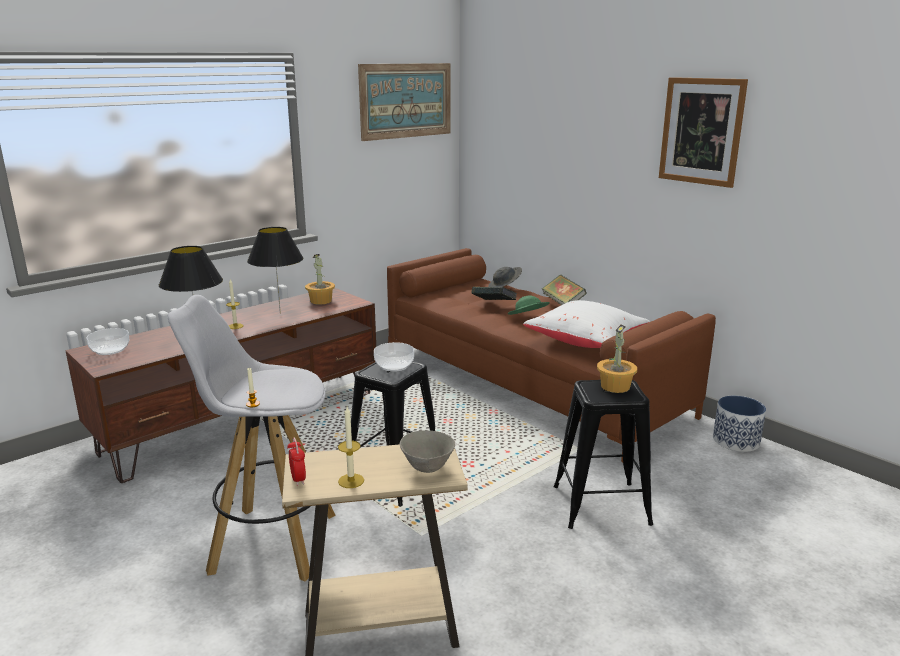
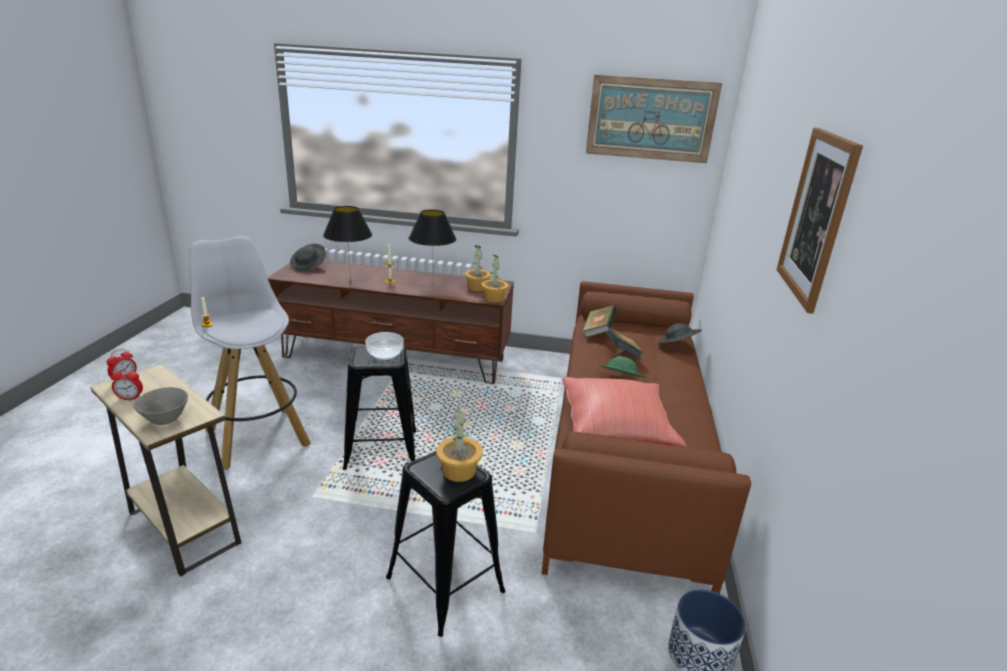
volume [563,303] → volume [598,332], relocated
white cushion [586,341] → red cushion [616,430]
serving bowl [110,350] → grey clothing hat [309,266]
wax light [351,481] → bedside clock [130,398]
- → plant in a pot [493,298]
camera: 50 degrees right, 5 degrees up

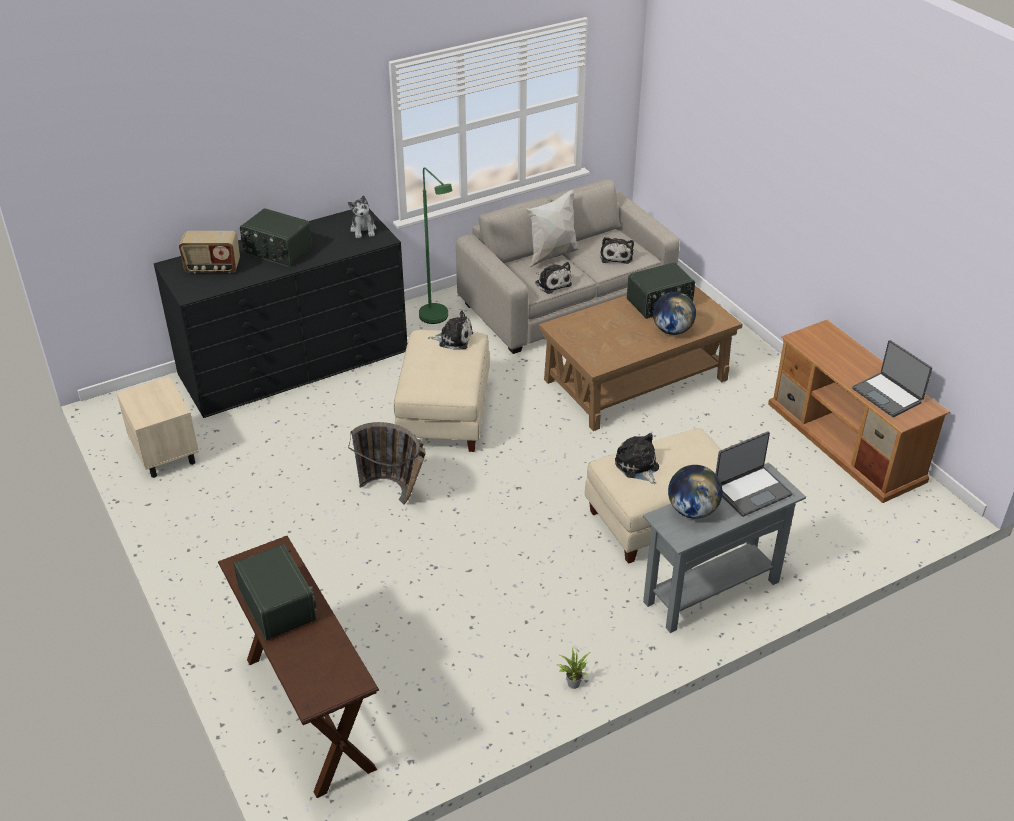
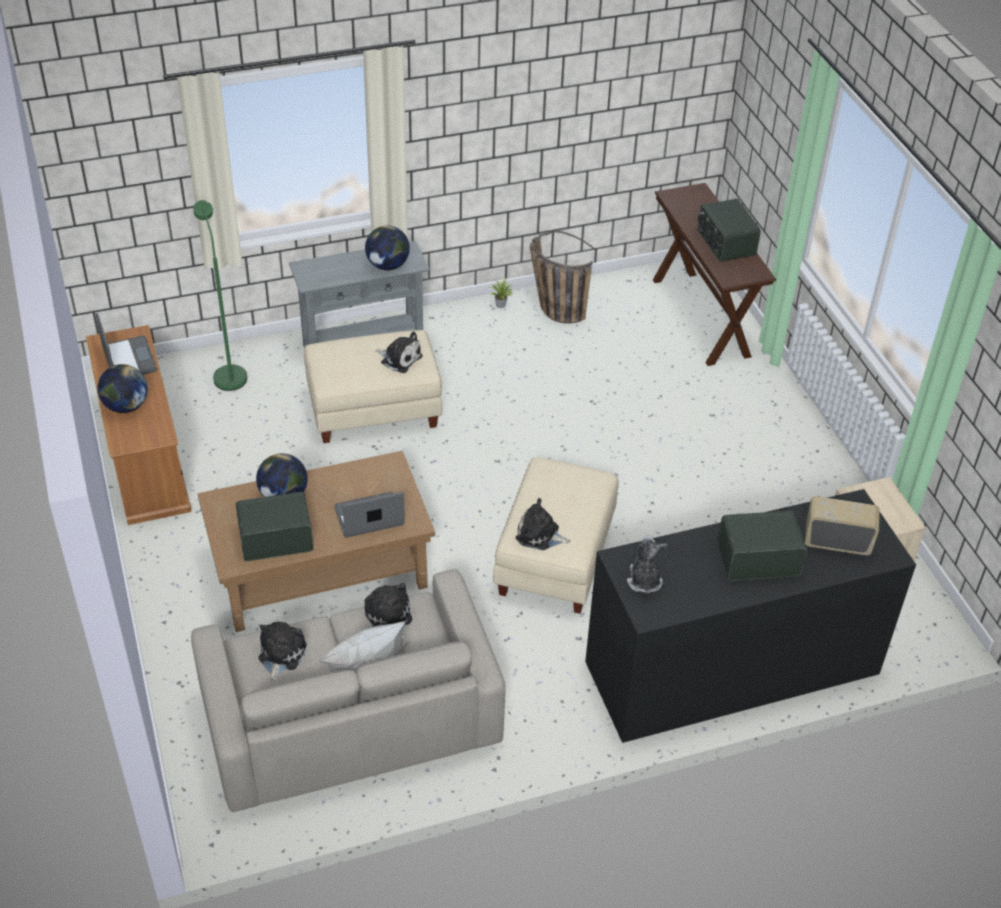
green-coloured standing lamp [437,319] → green-coloured standing lamp [228,373], relocated
radio [277,251] → radio [758,558], 45 degrees counterclockwise
storage basket [396,494] → storage basket [553,308], relocated
laptop [751,491] → laptop [369,518], relocated
cuddly toy [637,467] → cuddly toy [399,358], 45 degrees counterclockwise
- → world globe [126,406]
camera: 170 degrees left, 5 degrees up

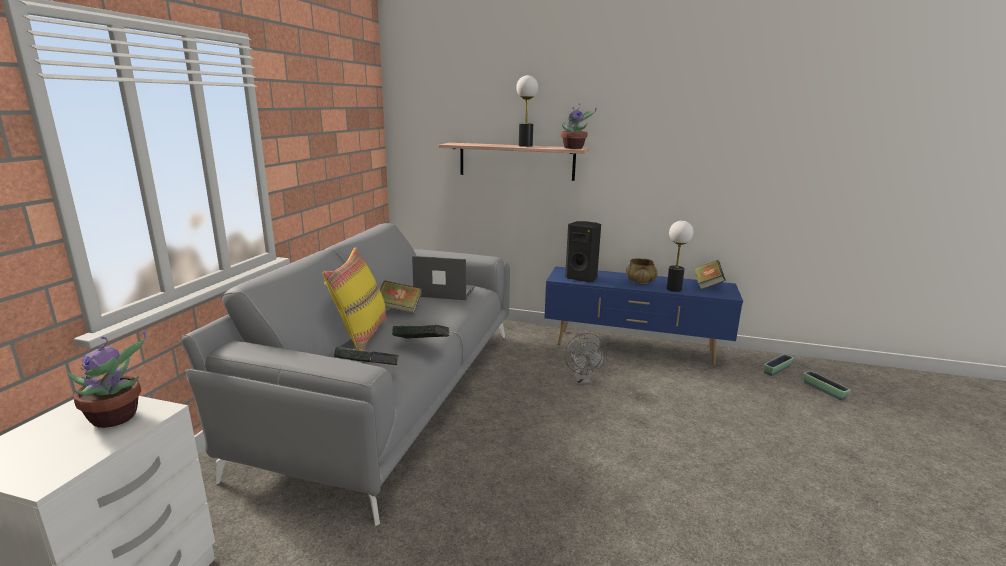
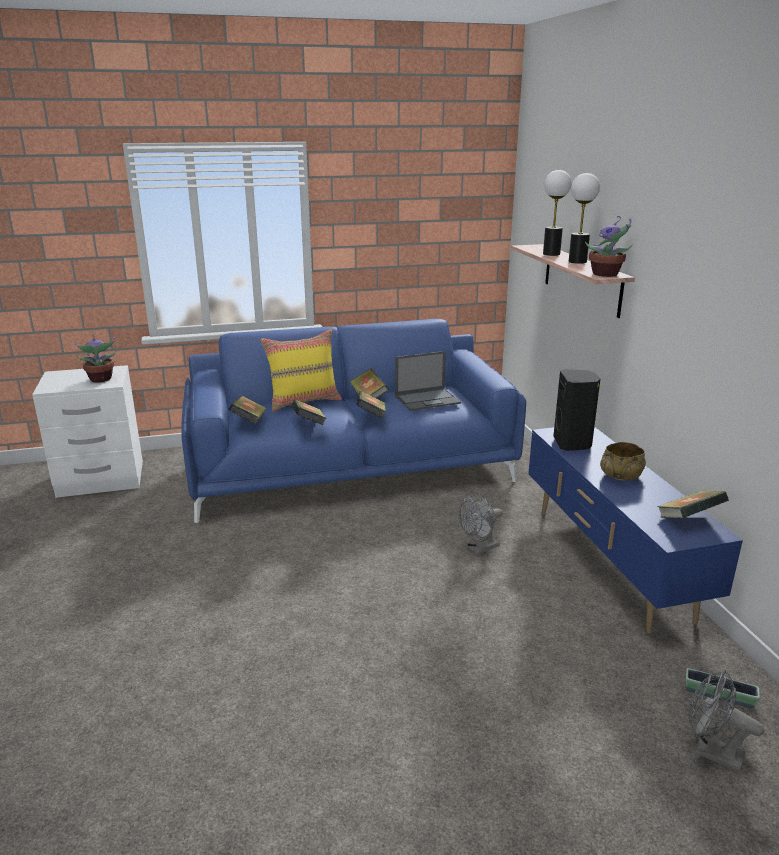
table lamp [674,289] → table lamp [551,254], relocated
grey couch [391,391] → blue-coloured couch [351,468]
laptop [444,291] → laptop [428,399], 90 degrees clockwise
flower pot [824,390] → grey electric fan [710,752]
- → volume [371,416]
camera: 60 degrees right, 5 degrees up

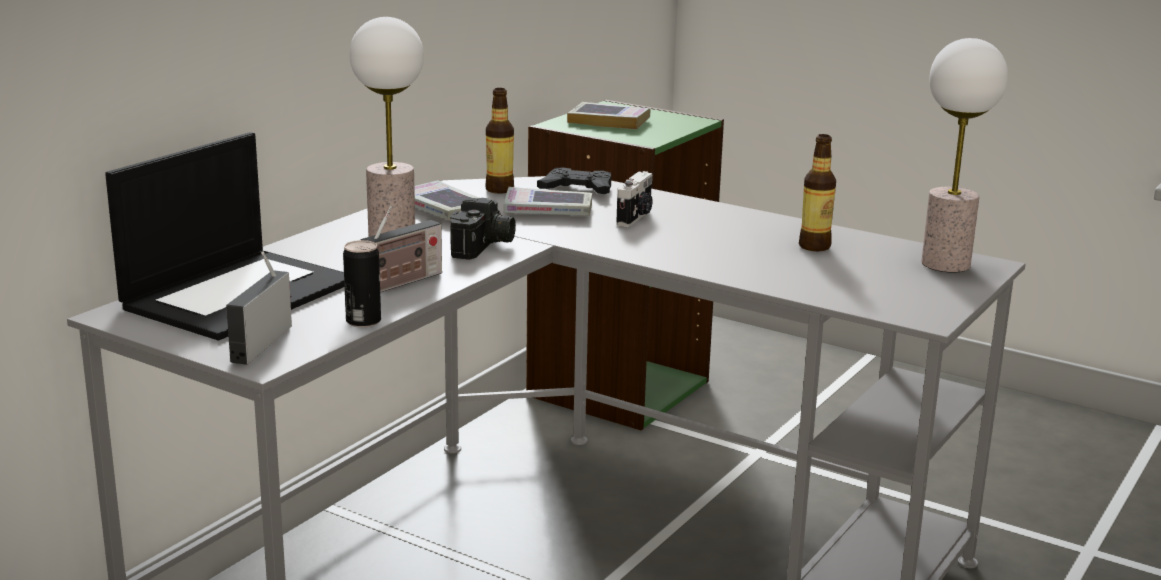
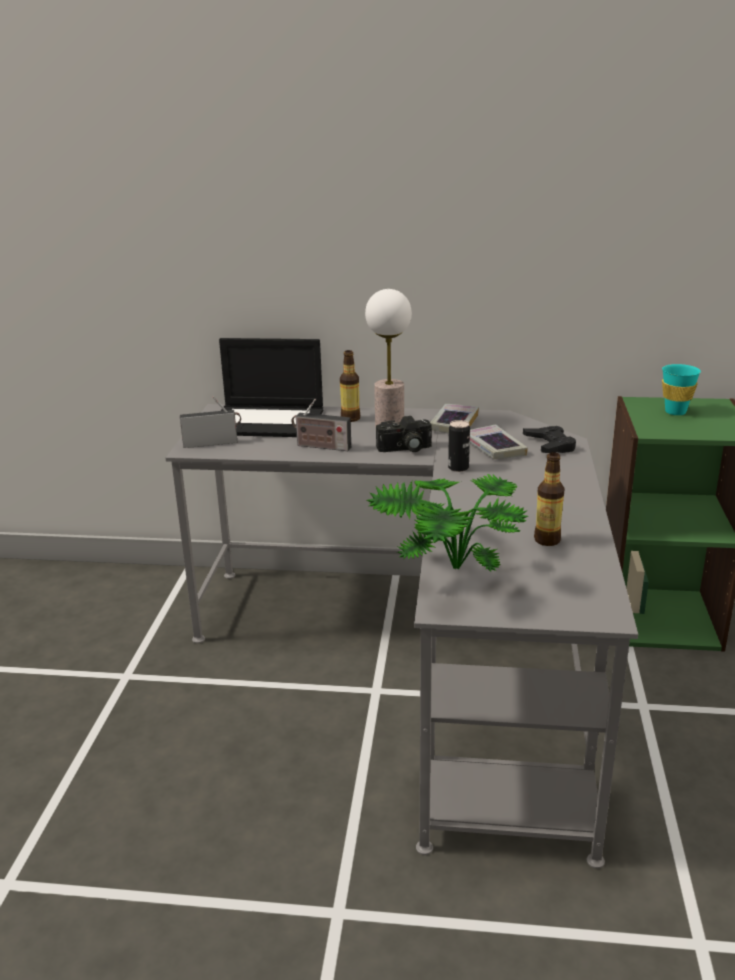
table lamp [946,264] → -
bottle [499,189] → bottle [350,418], relocated
volume [609,121] → turquoise-coloured drinking cup [675,412]
photo camera [636,217] → -
sealed can [363,321] → sealed can [458,468], relocated
- → plant in a pot [445,570]
camera: 65 degrees right, 5 degrees up

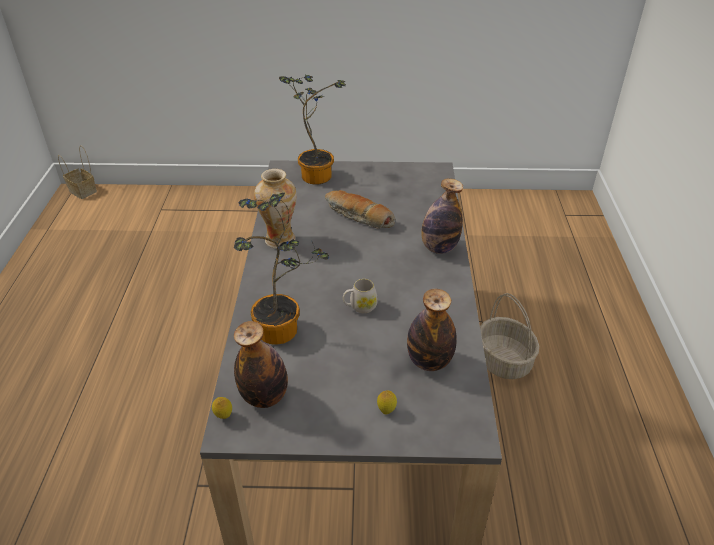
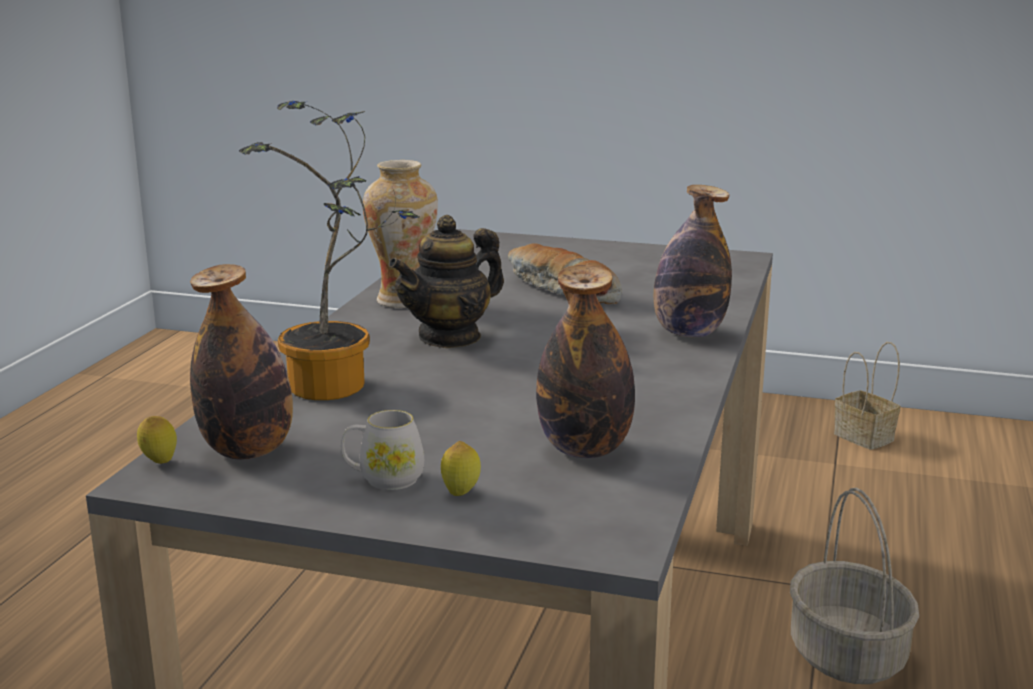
plant in a pot [315,174] → -
storage basket [84,191] → storage basket [866,437], relocated
white tea mug [360,307] → white tea mug [383,479], relocated
- → pot for tea [450,337]
camera: 15 degrees right, 20 degrees down

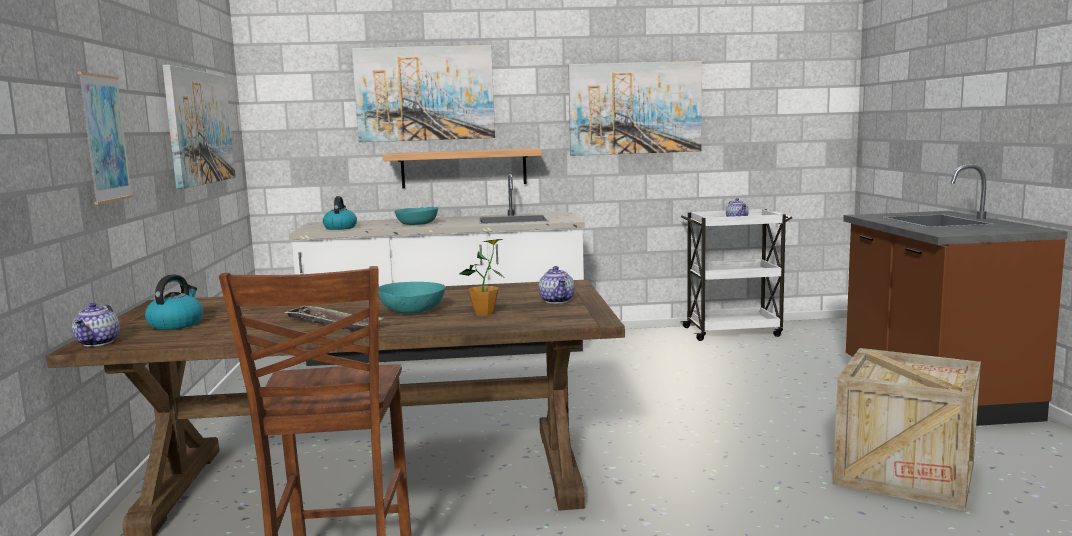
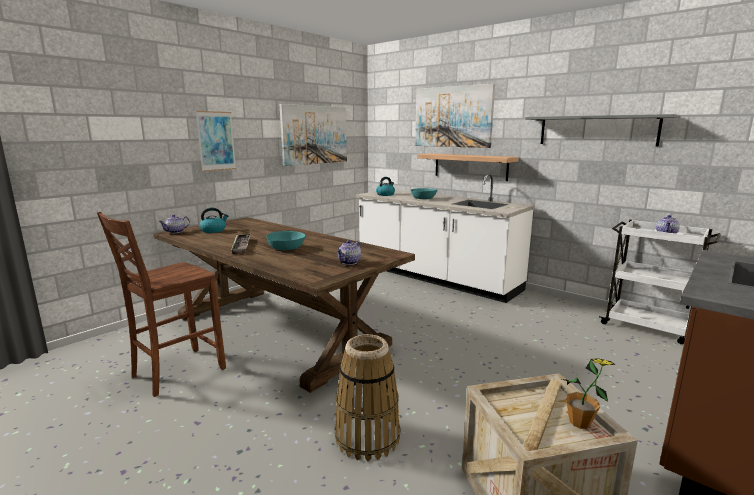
wall art [635,108] → grey shelf [596,130]
plant in a pot [484,313] → plant in a pot [579,423], relocated
- → storage basket [368,437]
camera: 45 degrees right, 5 degrees up

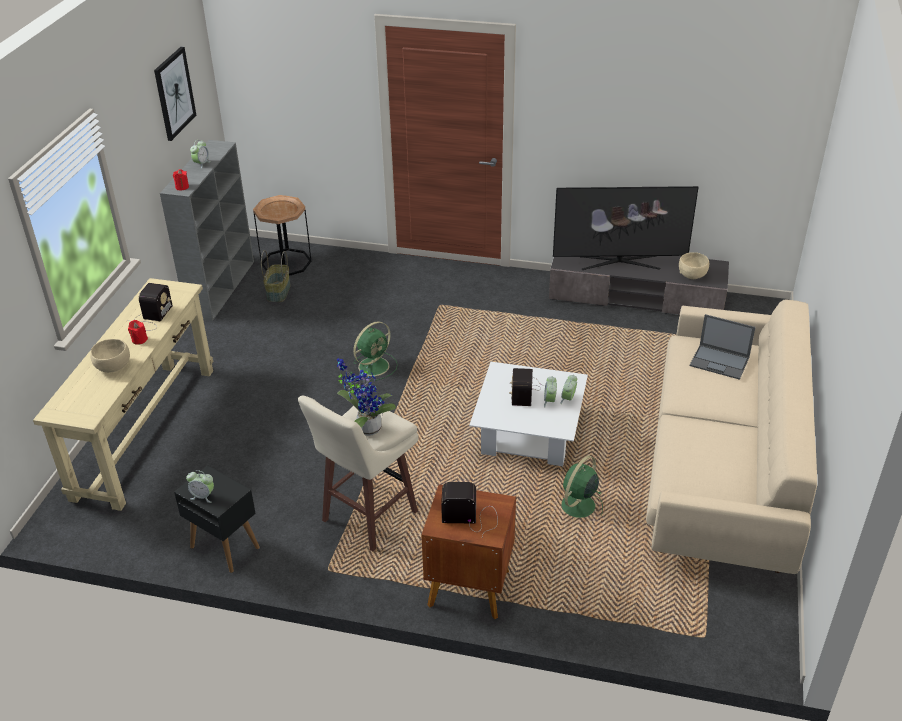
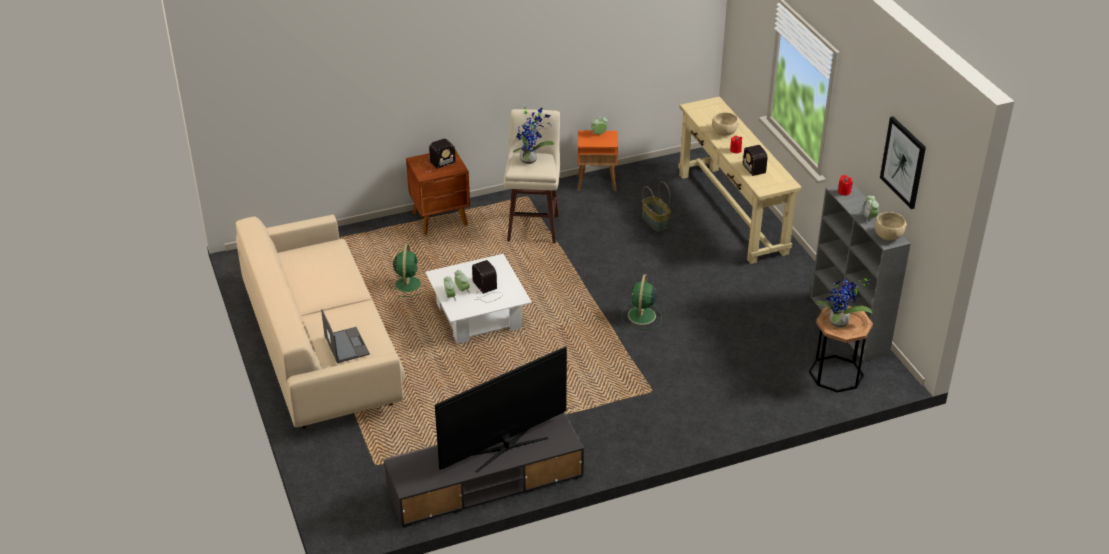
storage basket [278,292] → storage basket [656,221], relocated
beige serving bowl [692,275] → beige serving bowl [888,236], relocated
laptop [720,362] → laptop [346,345], 75 degrees clockwise
black end table [224,547] → orange end table [597,183]
- → plant in a pot [839,324]
camera: 145 degrees right, 0 degrees up

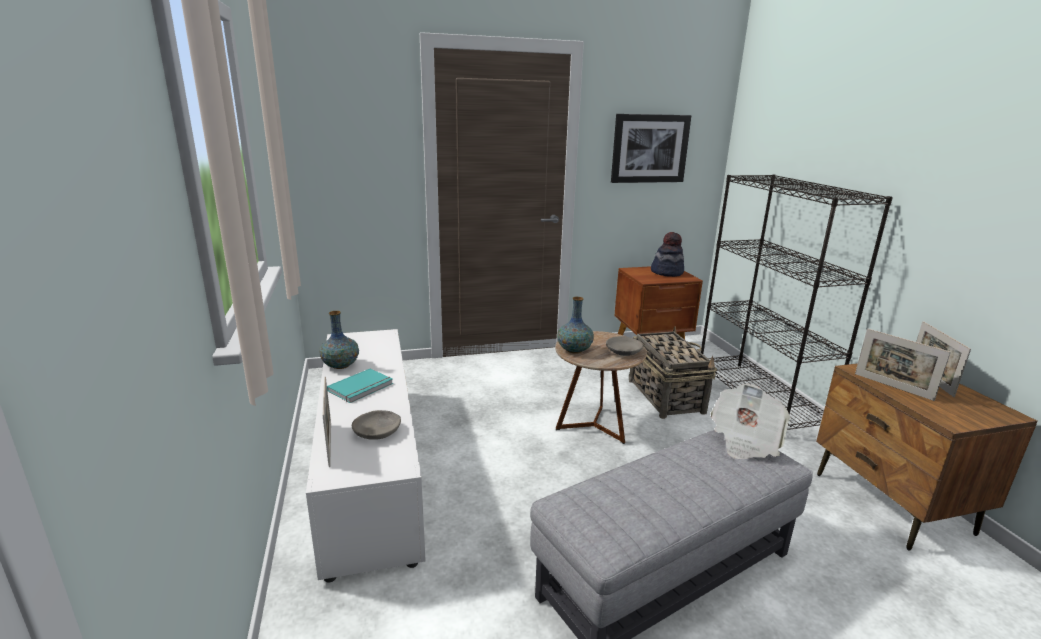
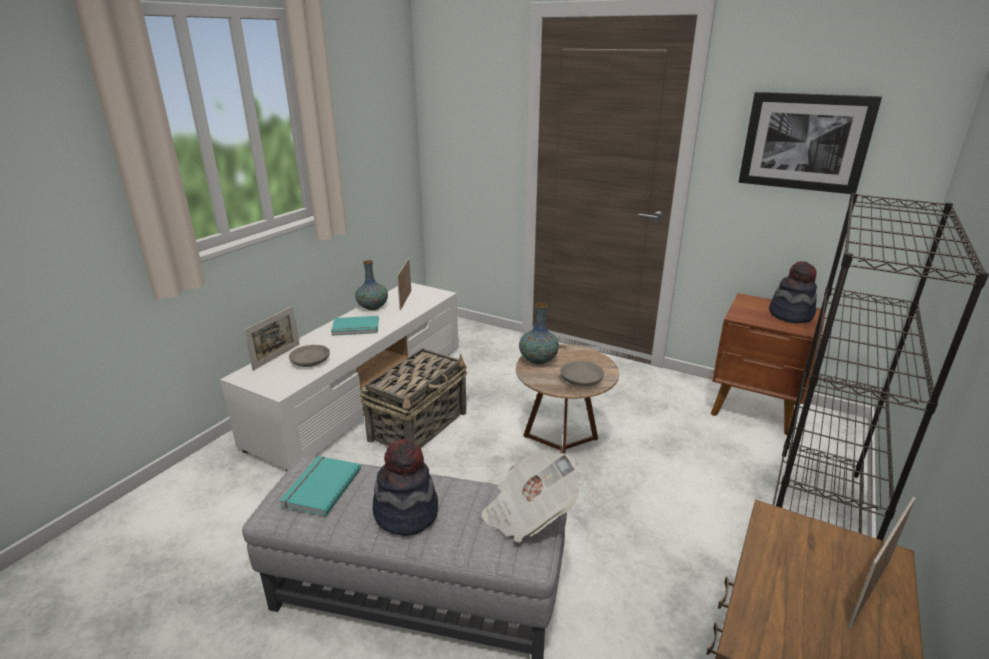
storage basket [665,395] → storage basket [419,425], relocated
photo frame [893,386] → photo frame [405,300], relocated
- → clothing hat [406,513]
- → turquoise-coloured volume [319,487]
camera: 45 degrees right, 5 degrees up

